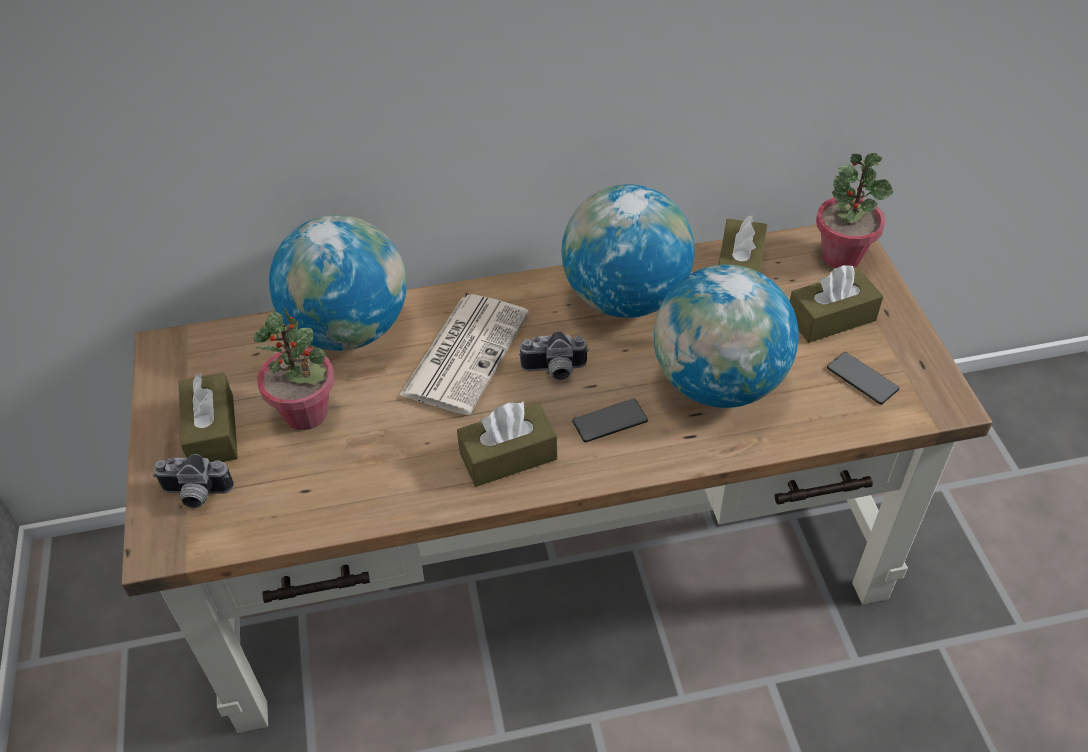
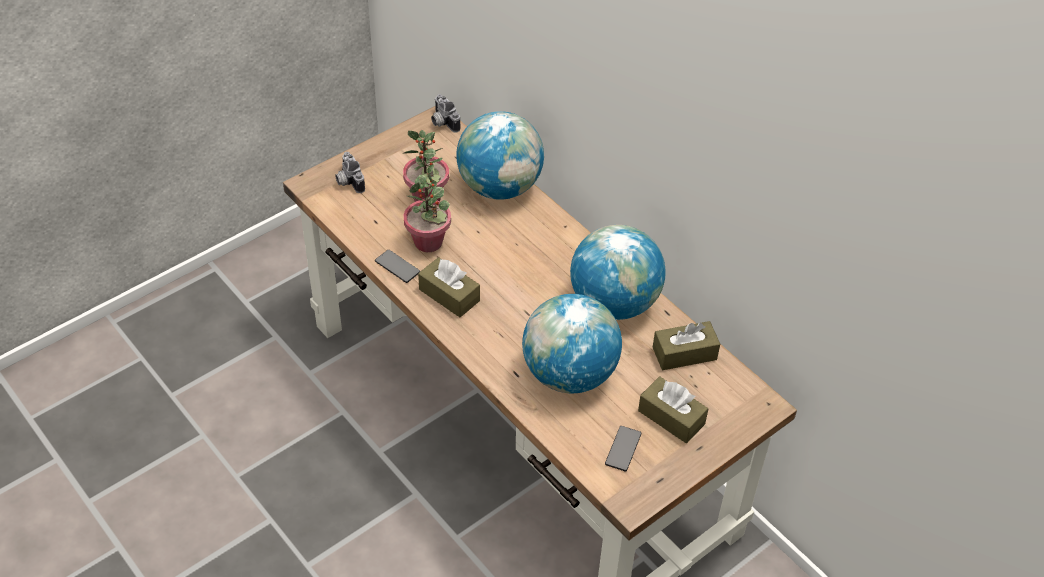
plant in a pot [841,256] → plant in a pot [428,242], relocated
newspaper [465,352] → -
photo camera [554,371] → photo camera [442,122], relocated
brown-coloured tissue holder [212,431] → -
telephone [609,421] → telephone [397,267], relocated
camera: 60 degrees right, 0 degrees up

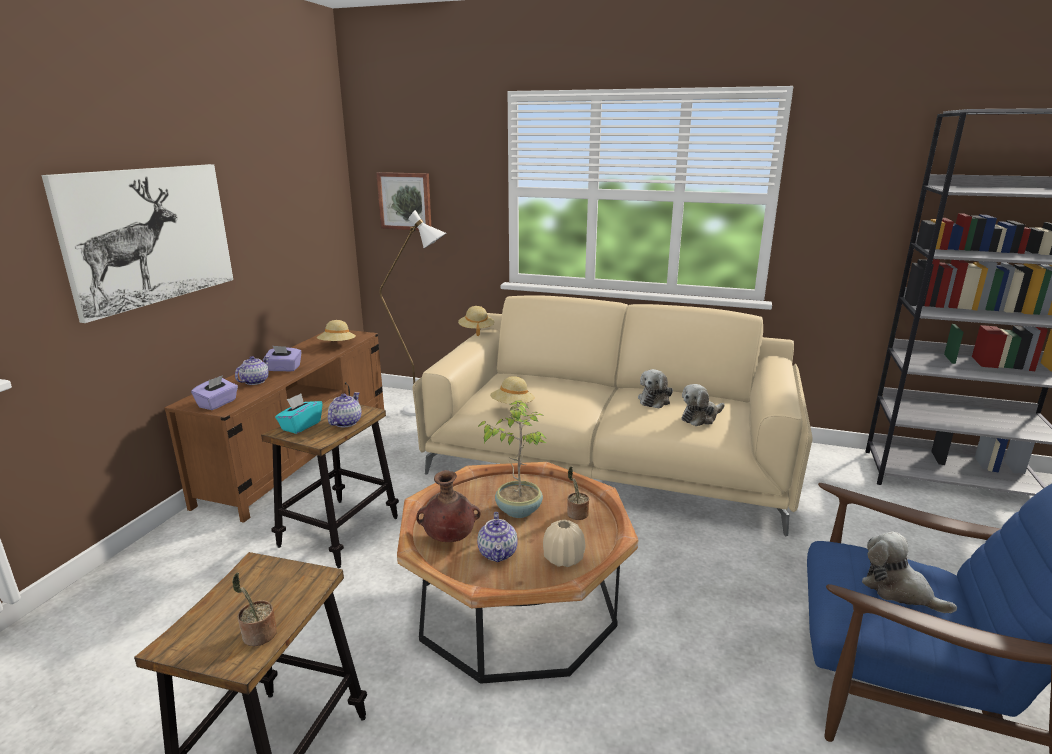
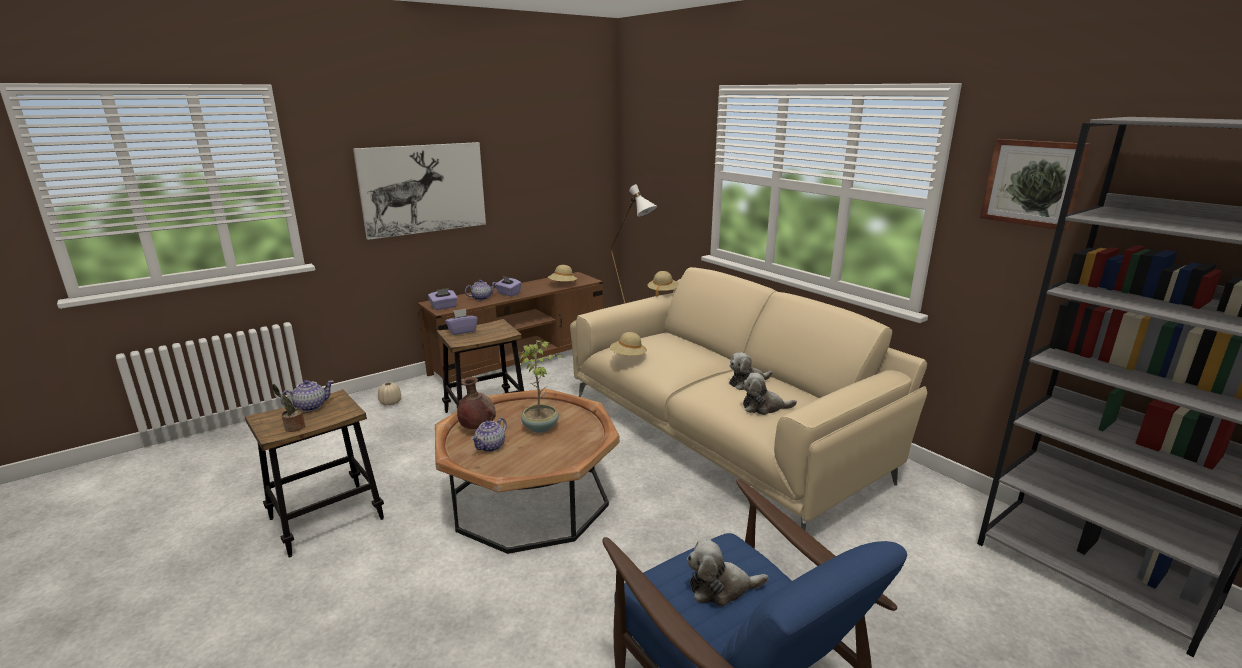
wall art [405,201] → wall art [1033,183], relocated
pot for tea [345,422] → pot for tea [311,406], relocated
turquoise-coloured tissue holder [301,426] → purplish tissue holder [462,331]
plant in a pot [576,514] → -
beige flower vase [563,559] → beige flower vase [390,403], relocated
cuddly toy [898,590] → cuddly toy [721,588], 90 degrees counterclockwise
camera: 35 degrees right, 0 degrees up

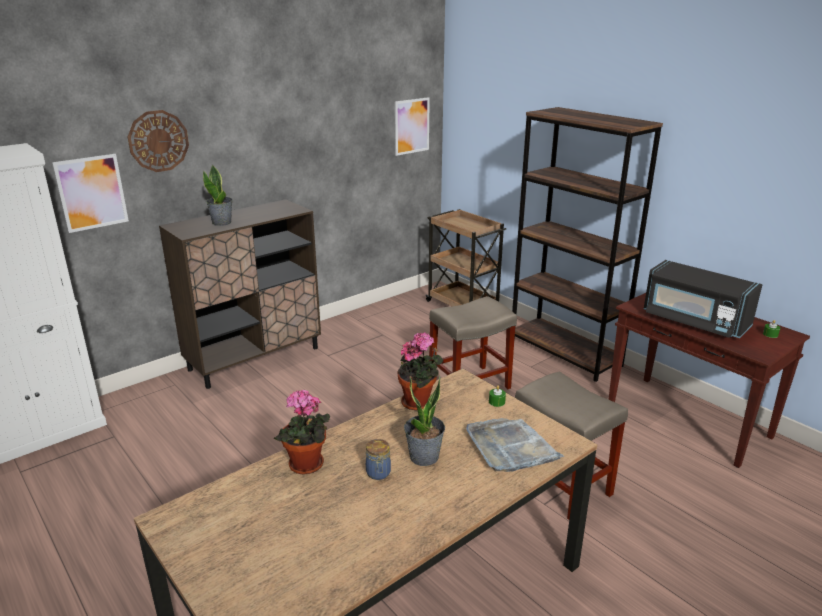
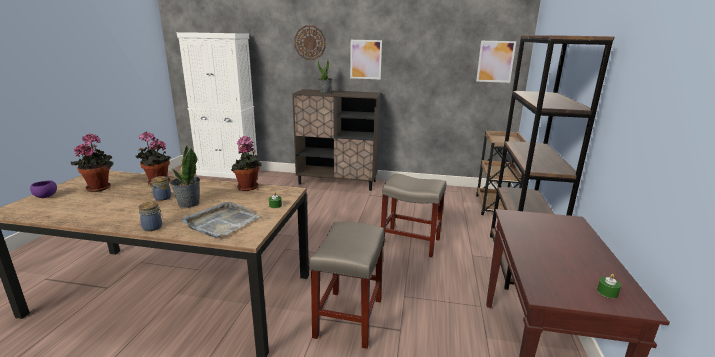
wall art [91,193] → wall art [365,59], relocated
black kitchen microwave [694,321] → -
- → plant in a pot [100,187]
- → purplish serving bowl [46,196]
- → preserve jar [153,227]
camera: 50 degrees right, 5 degrees down

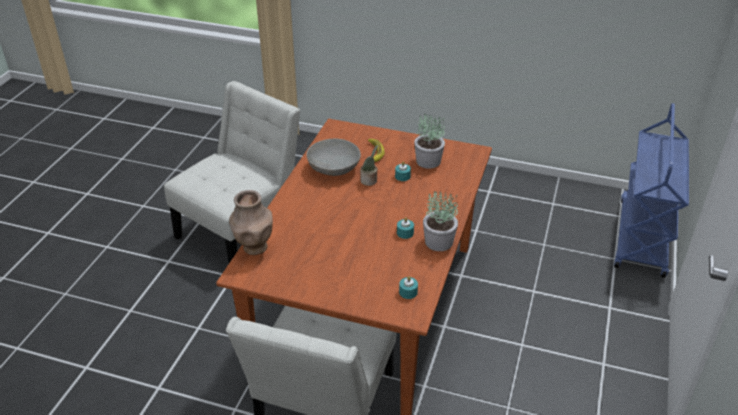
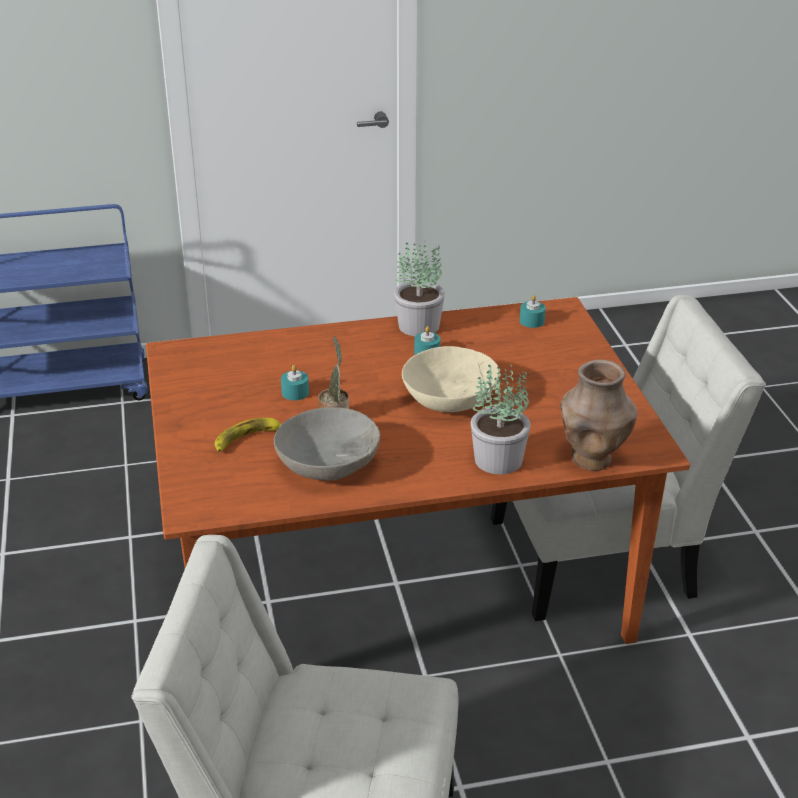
plant in a pot [428,161] → plant in a pot [499,459], relocated
- → beige serving bowl [449,397]
camera: 120 degrees left, 5 degrees down

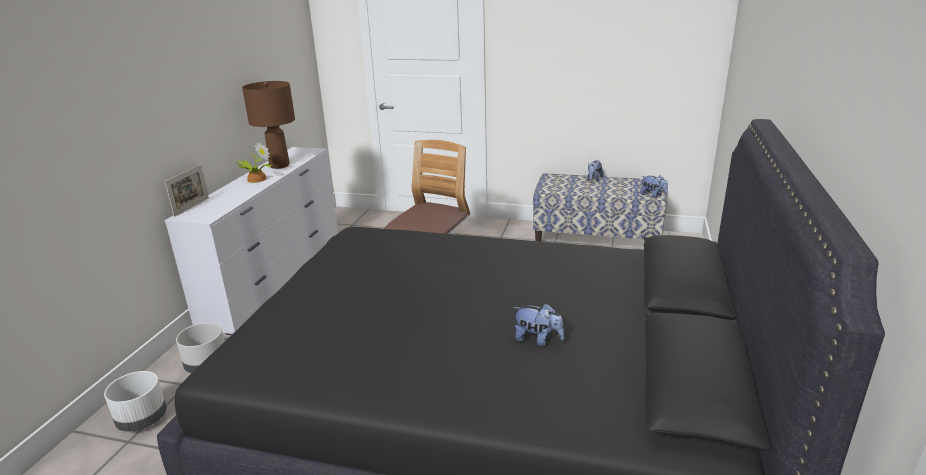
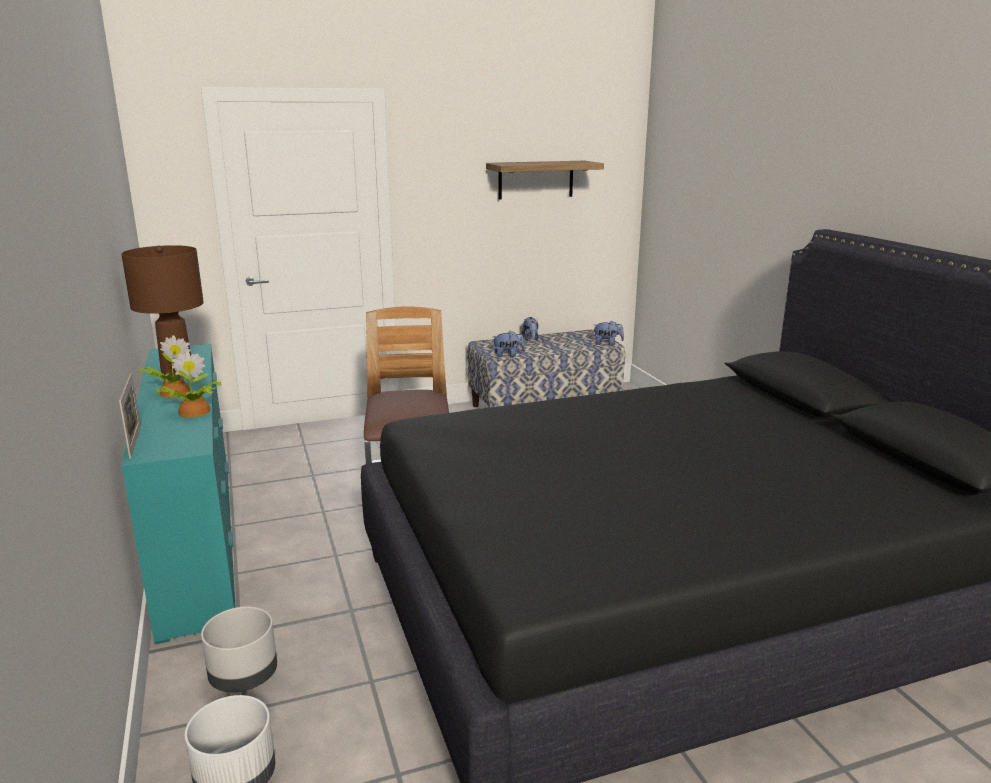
white drawer chest [277,277] → turquoise-coloured drawer chest [199,542]
cuddly toy [538,340] → cuddly toy [508,355], relocated
- → shelf [536,179]
- → plant in a pot [193,412]
camera: 35 degrees left, 5 degrees down

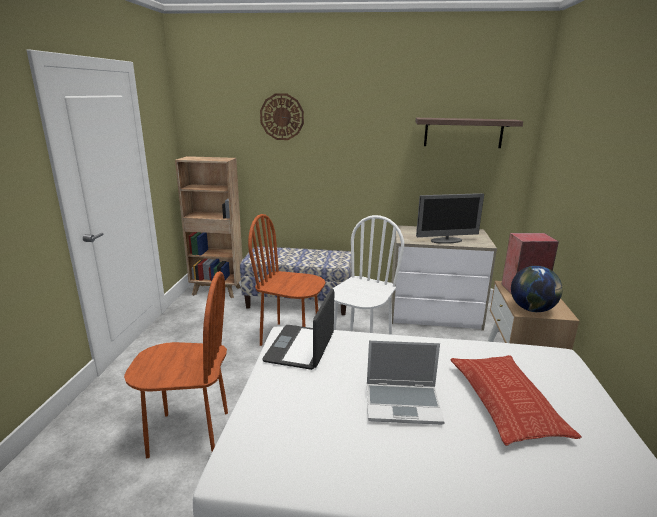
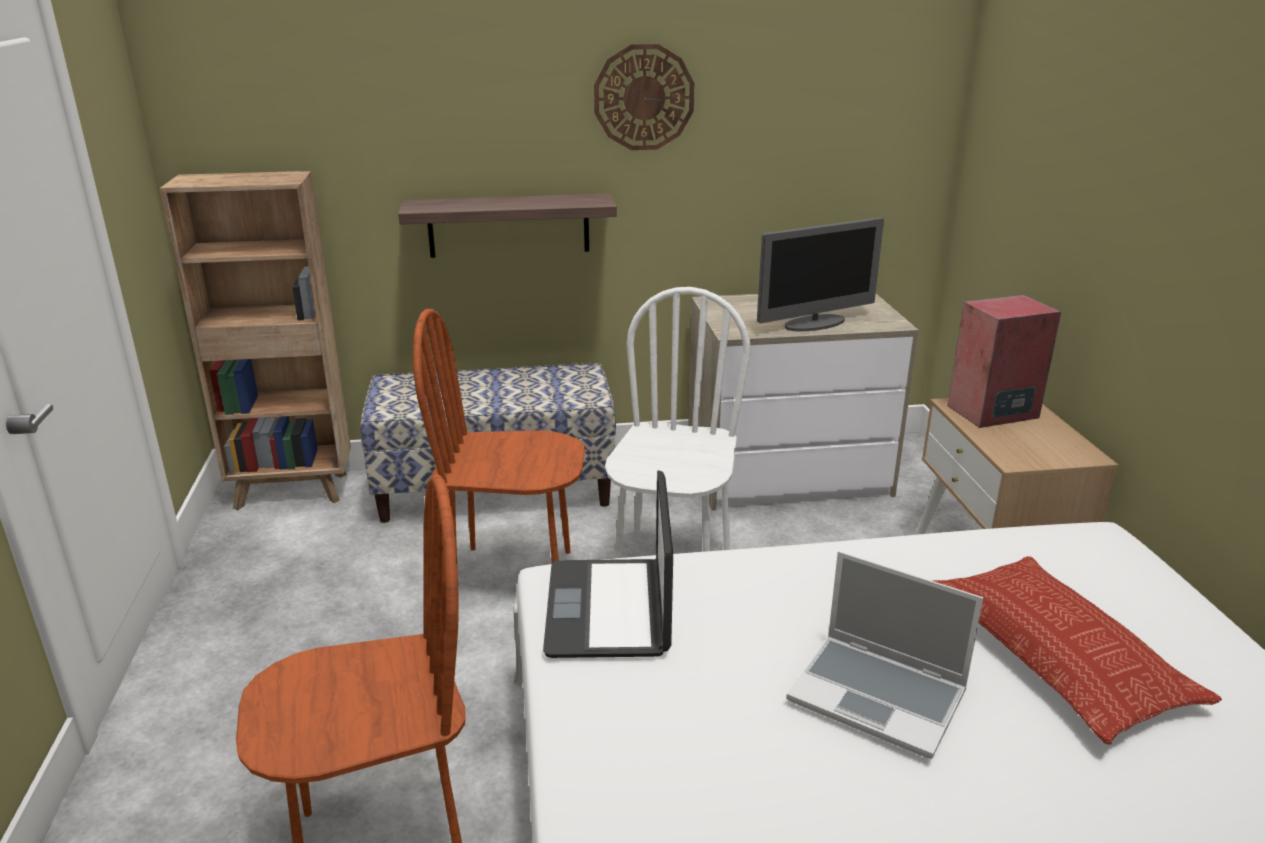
hanging clock [282,117] → hanging clock [644,97], relocated
shelf [463,132] → shelf [509,225], relocated
world globe [532,309] → -
laptop [403,404] → laptop [879,696], 45 degrees clockwise
camera: 15 degrees left, 5 degrees up

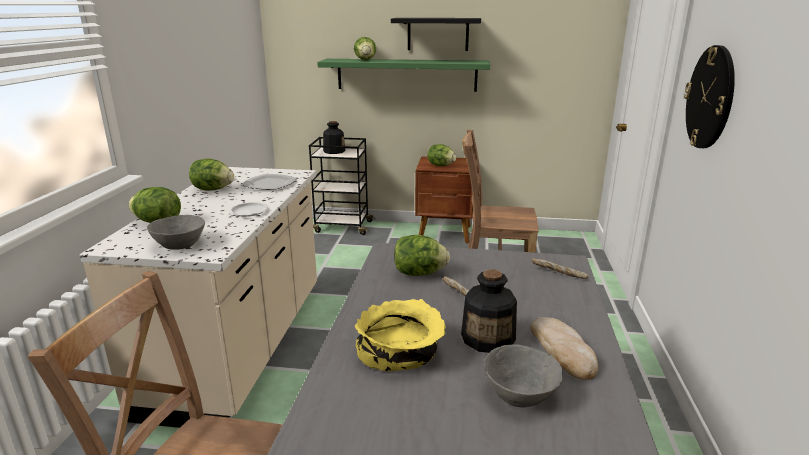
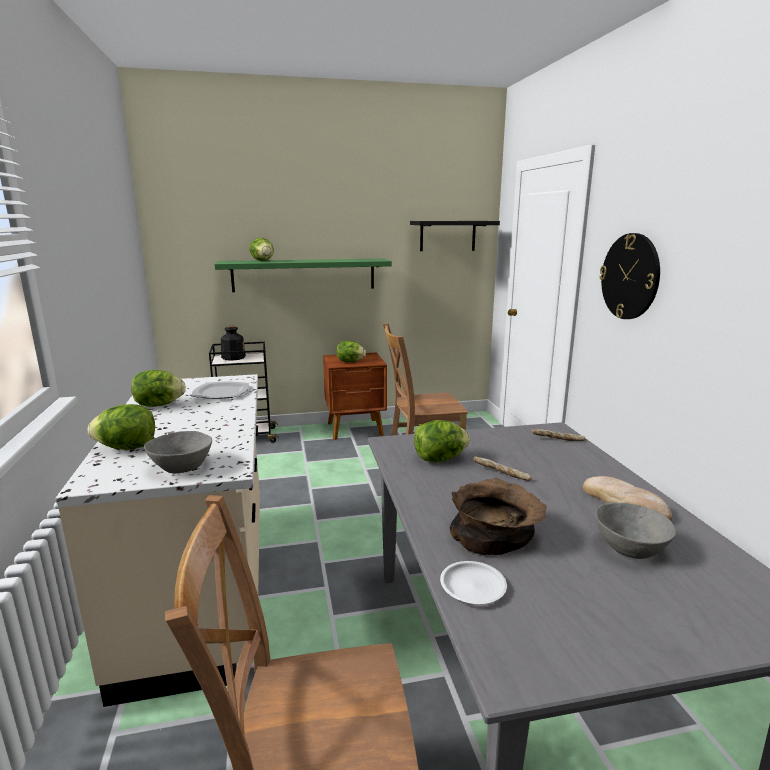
black shelf [438,34] → black shelf [447,236], relocated
white plate [249,211] → white plate [473,586], relocated
bottle [488,338] → -
yellowish serving bowl [400,352] → brown-coloured serving bowl [495,534]
camera: 20 degrees left, 5 degrees down

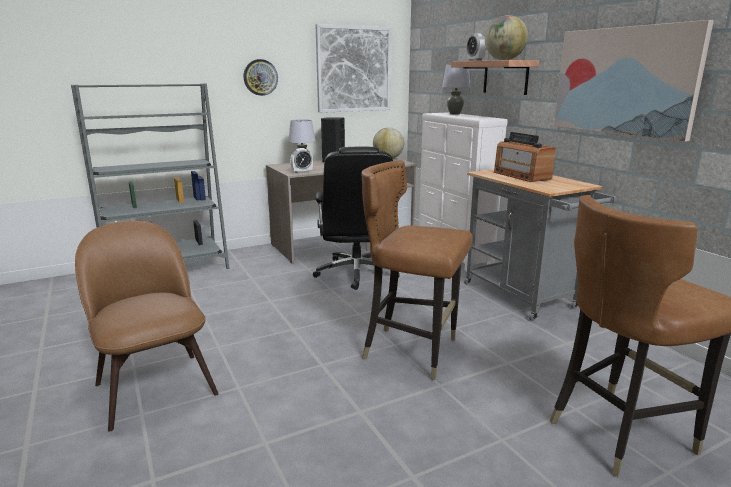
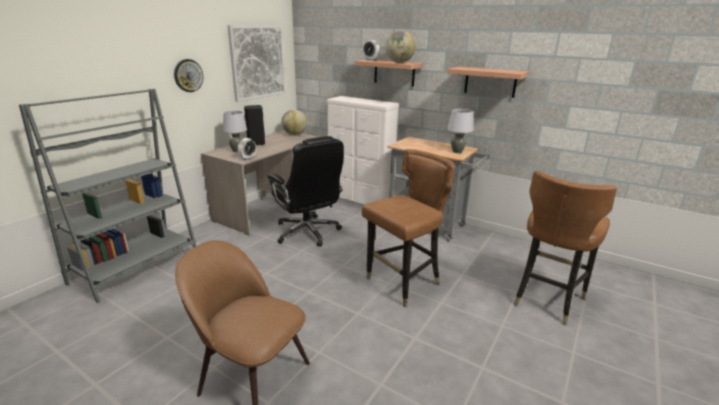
wall art [624,81] → shelf [490,82]
grey table lamp [454,114] → grey table lamp [457,152], relocated
radio [521,175] → -
brown-coloured upright chair [412,351] → brown-coloured upright chair [403,284], 150 degrees clockwise
camera: 30 degrees left, 5 degrees up

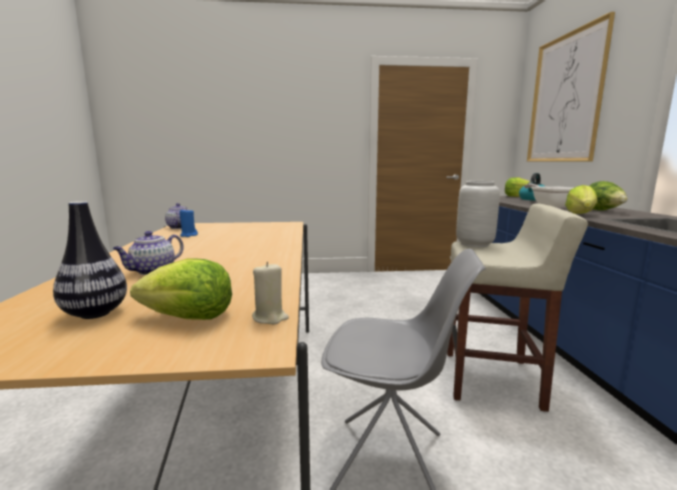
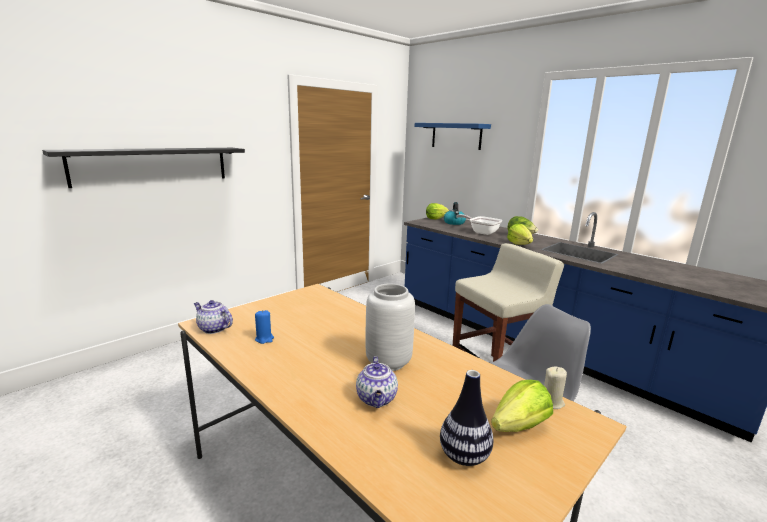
wall art [565,99] → blue-coloured shelf [456,136]
grey flower vase [475,244] → grey flower vase [388,361], relocated
- → black shelf [152,165]
camera: 40 degrees left, 5 degrees up

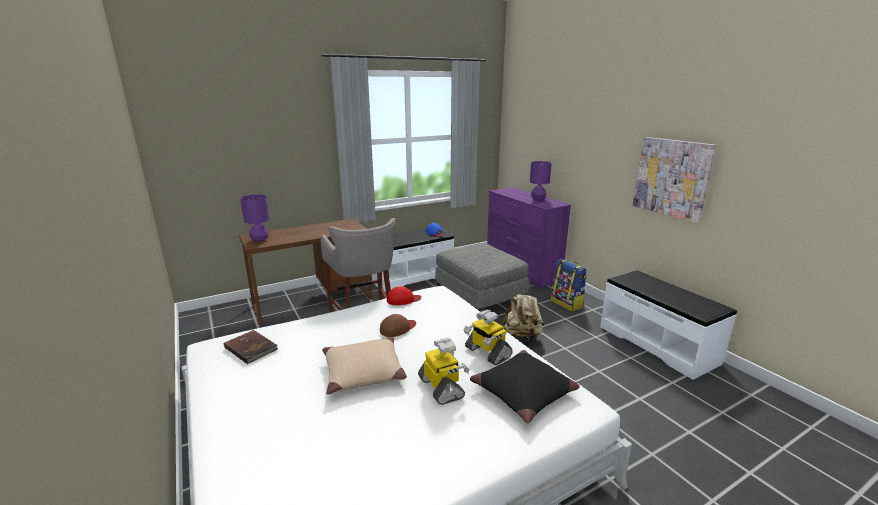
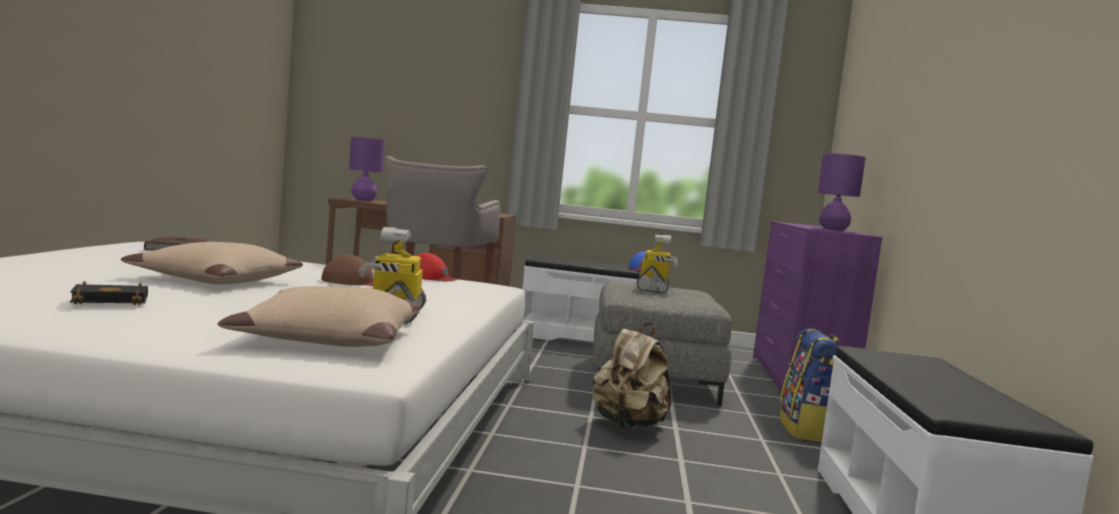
wall art [672,177] → -
model robot [442,388] → model robot [654,289], relocated
black cushion [524,392] → beige cushion [328,338]
- → black volume [112,300]
camera: 35 degrees right, 15 degrees down

